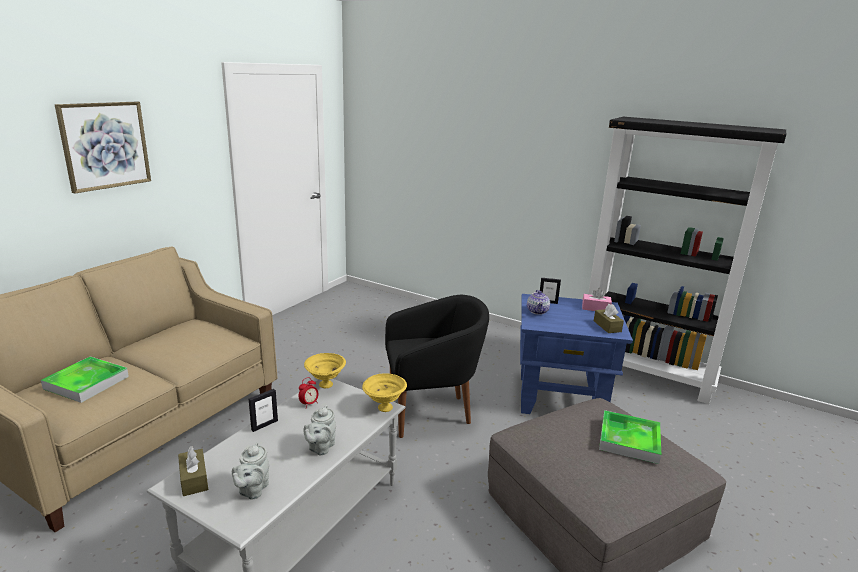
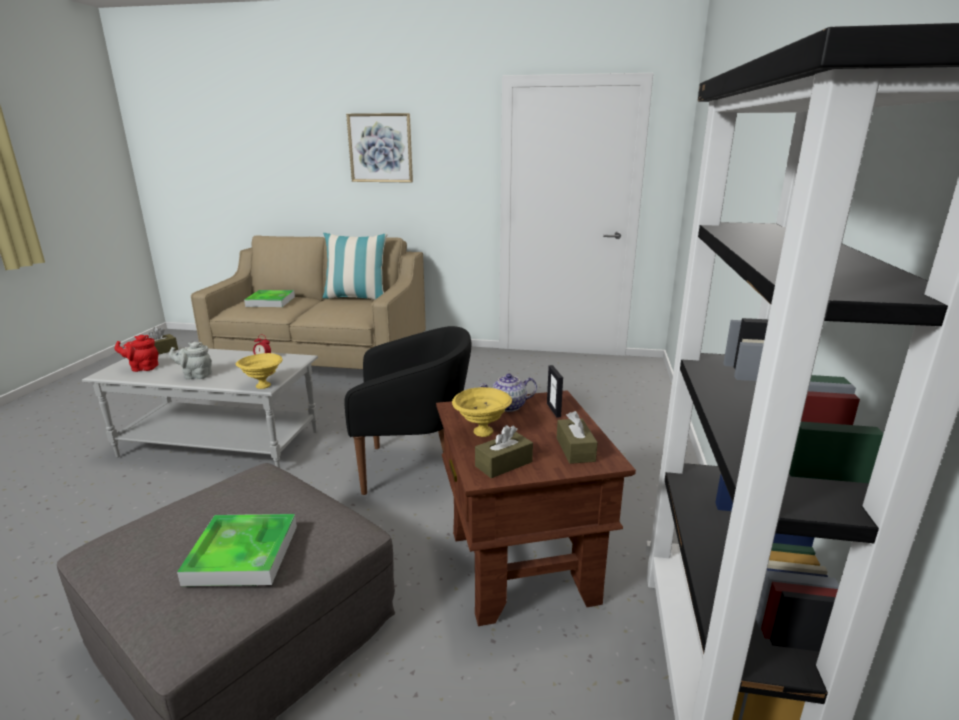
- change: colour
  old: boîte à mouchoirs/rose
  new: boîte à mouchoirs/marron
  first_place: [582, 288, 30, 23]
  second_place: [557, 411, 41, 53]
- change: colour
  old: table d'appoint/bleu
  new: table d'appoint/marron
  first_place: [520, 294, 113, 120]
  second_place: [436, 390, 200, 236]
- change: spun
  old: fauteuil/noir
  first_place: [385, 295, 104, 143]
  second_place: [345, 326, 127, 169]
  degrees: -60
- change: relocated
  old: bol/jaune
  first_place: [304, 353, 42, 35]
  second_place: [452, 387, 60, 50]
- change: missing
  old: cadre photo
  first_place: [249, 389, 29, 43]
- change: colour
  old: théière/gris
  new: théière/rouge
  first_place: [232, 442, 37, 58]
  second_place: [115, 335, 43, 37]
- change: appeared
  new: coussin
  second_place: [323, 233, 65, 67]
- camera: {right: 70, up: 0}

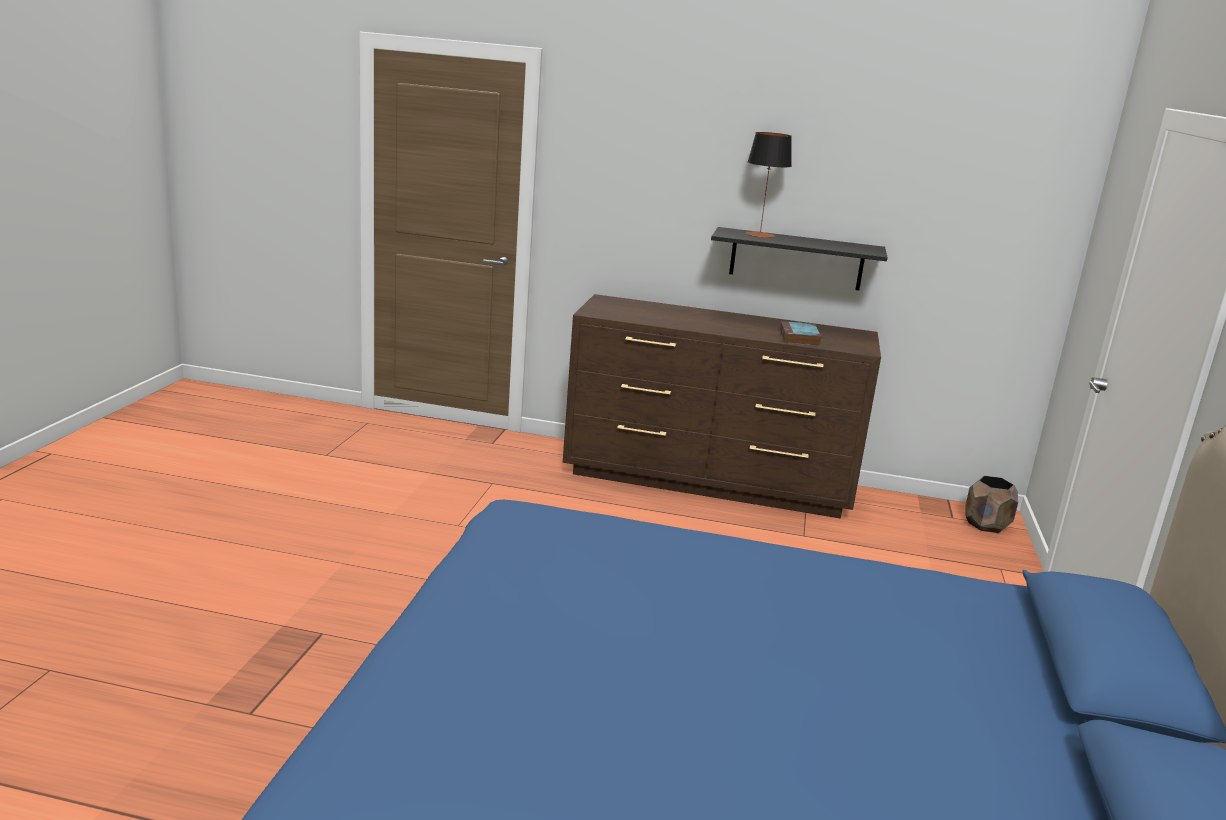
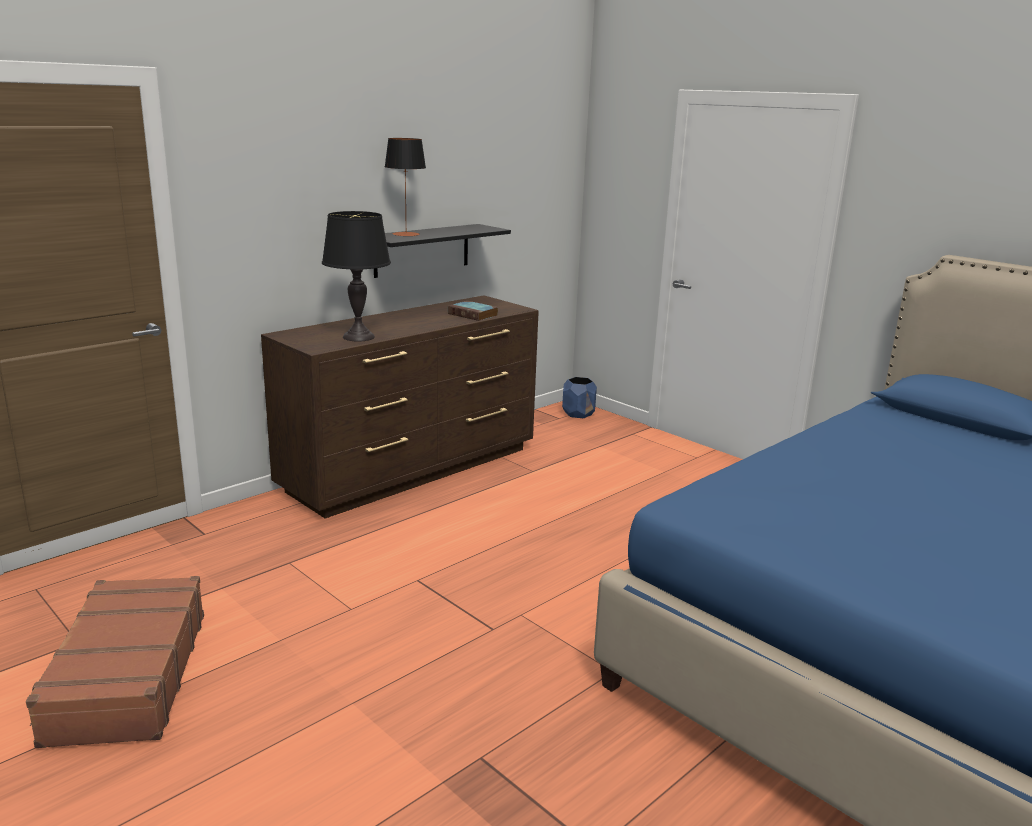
- change: colour
  old: cache-pot/marron
  new: cache-pot/bleu
  first_place: [965, 476, 53, 57]
  second_place: [562, 377, 35, 41]
- change: appeared
  new: lampe de table/noir
  second_place: [322, 211, 69, 131]
- change: appeared
  new: valise/marron
  second_place: [26, 576, 178, 172]
- camera: {right: -55, up: 0}

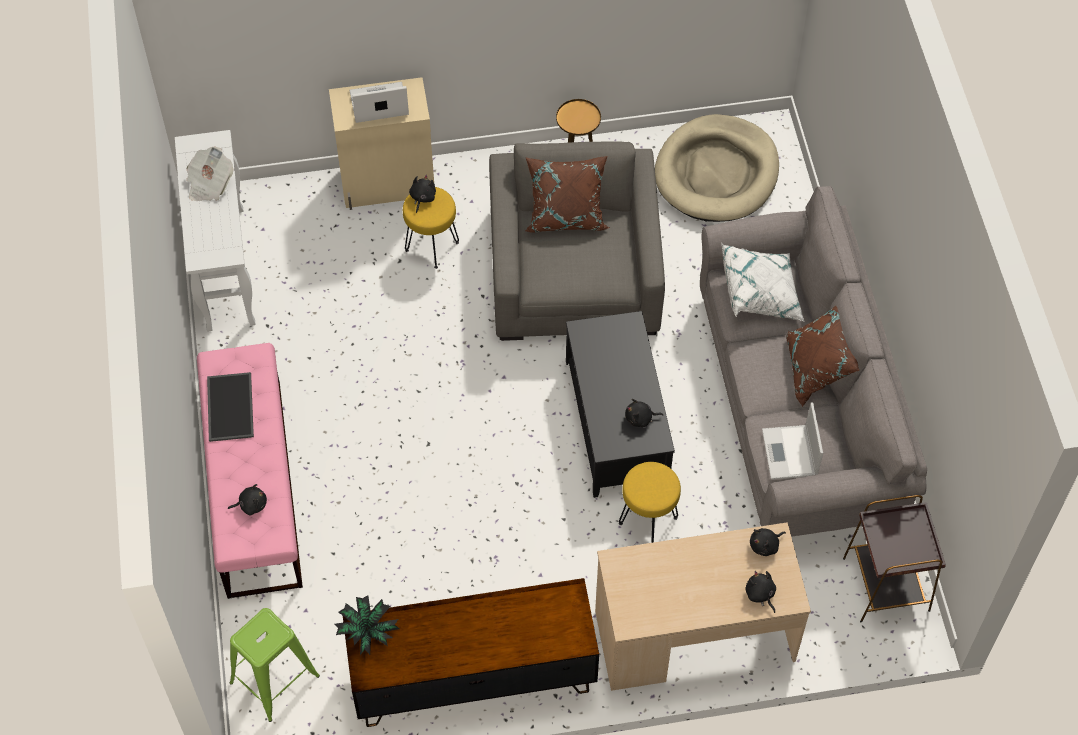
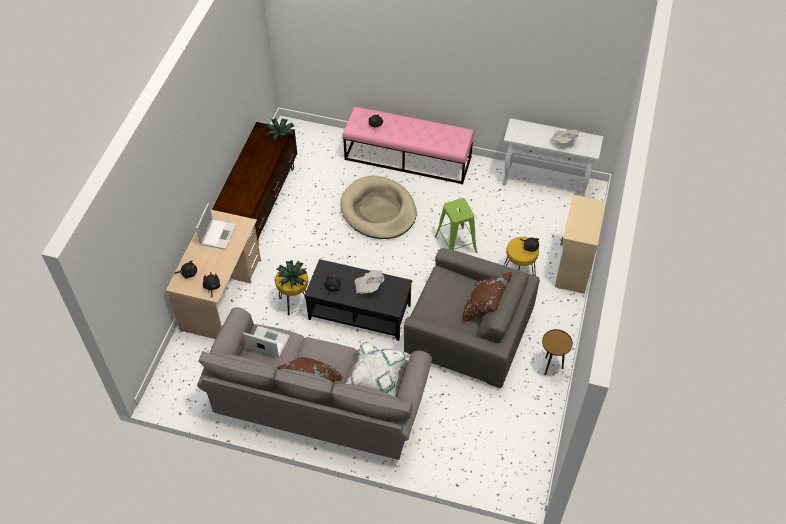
- change: relocated
  old: ordinateur portable
  first_place: [350, 82, 59, 41]
  second_place: [196, 203, 40, 47]
- change: relocated
  old: panier pour chien/beige
  first_place: [655, 114, 124, 108]
  second_place: [340, 176, 77, 63]
- change: missing
  old: plateau
  first_place: [207, 372, 47, 70]
- change: missing
  old: table d'appoint/marron
  first_place: [843, 495, 103, 127]
- change: relocated
  old: tabouret/vert
  first_place: [229, 608, 91, 114]
  second_place: [435, 198, 43, 55]
- change: appeared
  new: plante en pot
  second_place: [277, 260, 30, 28]
- change: appeared
  new: journal
  second_place: [355, 270, 29, 24]
- camera: {right: 115, up: -5}

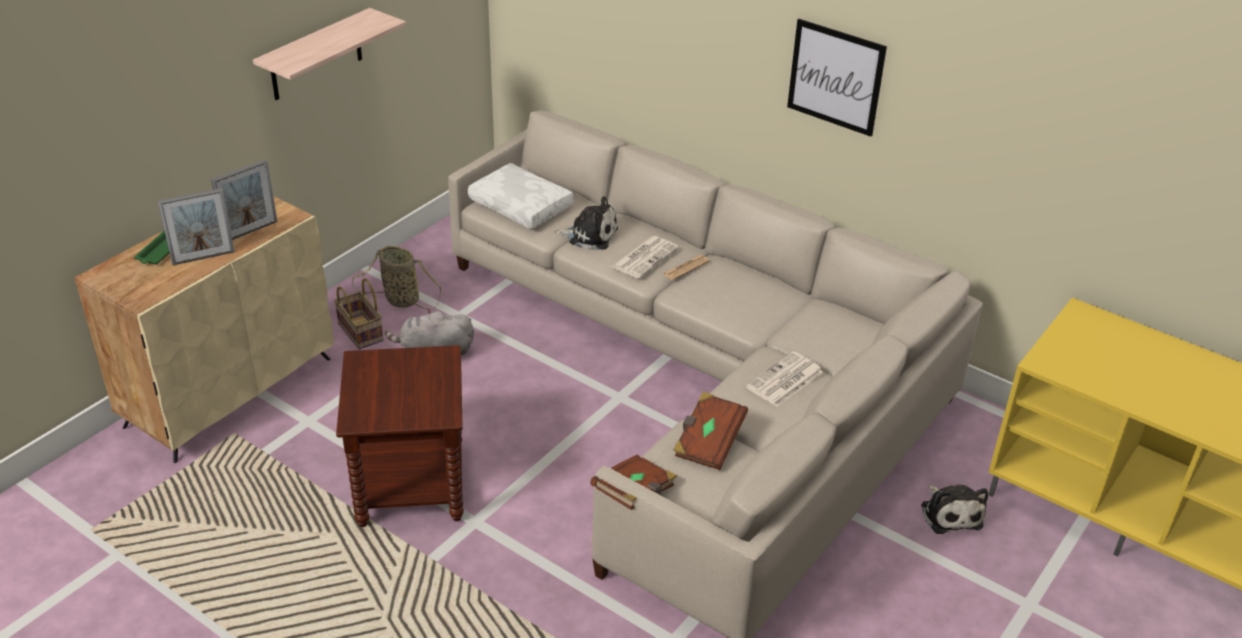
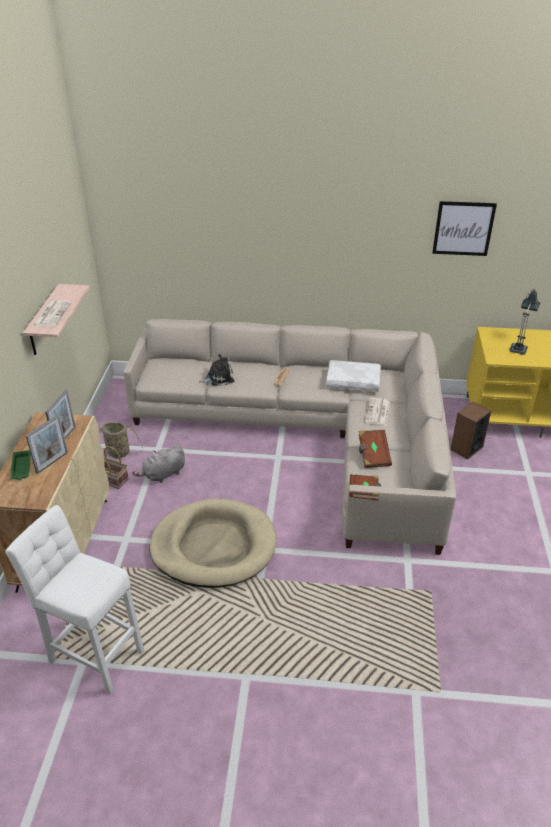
- change: relocated
  old: tableau
  first_place: [787, 19, 100, 118]
  second_place: [432, 201, 65, 55]
- change: relocated
  old: coussin/blanc
  first_place: [468, 163, 106, 66]
  second_place: [326, 360, 55, 32]
- change: relocated
  old: journal
  first_place: [611, 236, 68, 43]
  second_place: [32, 301, 39, 26]
- change: exchanged
  old: table d'appoint/marron
  new: panier pour chien/beige
  first_place: [336, 345, 128, 182]
  second_place: [149, 499, 128, 89]
- change: exchanged
  old: peluche
  new: enceinte
  first_place: [921, 485, 67, 49]
  second_place: [450, 401, 41, 58]
- change: appeared
  new: lampe de table
  second_place: [509, 289, 31, 66]
- change: appeared
  new: tabouret/blanc
  second_place: [6, 505, 138, 189]
- camera: {right: -30, up: 0}

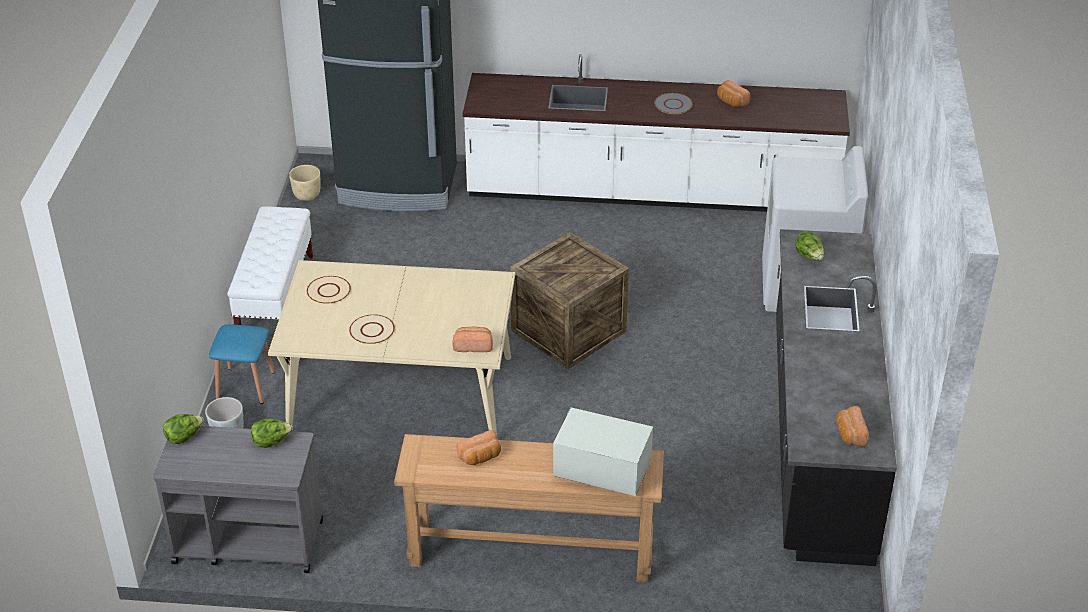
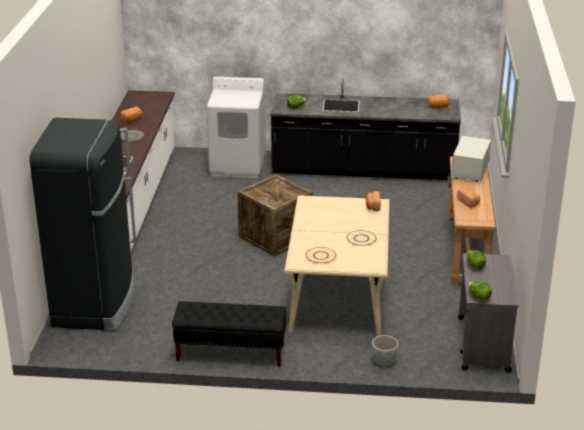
- change: missing
  old: cache-pot/beige
  first_place: [289, 165, 32, 36]
- change: colour
  old: banc/blanc
  new: banc/noir
  first_place: [227, 206, 86, 119]
  second_place: [172, 301, 114, 66]
- change: missing
  old: tabouret/bleu
  first_place: [209, 324, 66, 80]
- camera: {right: -90, up: -10}

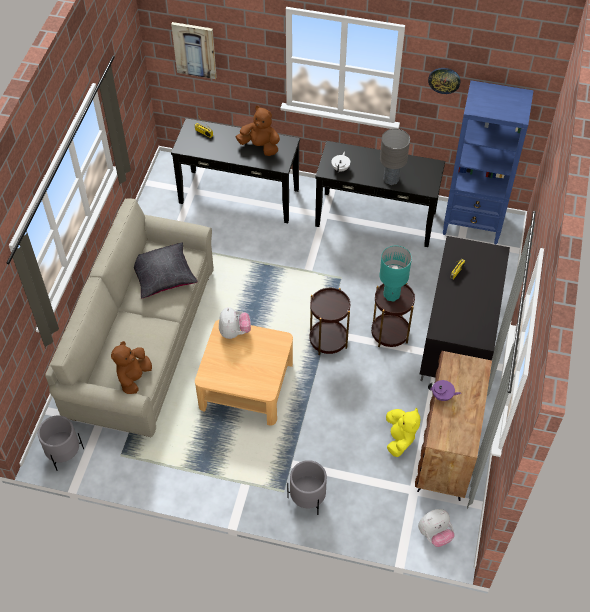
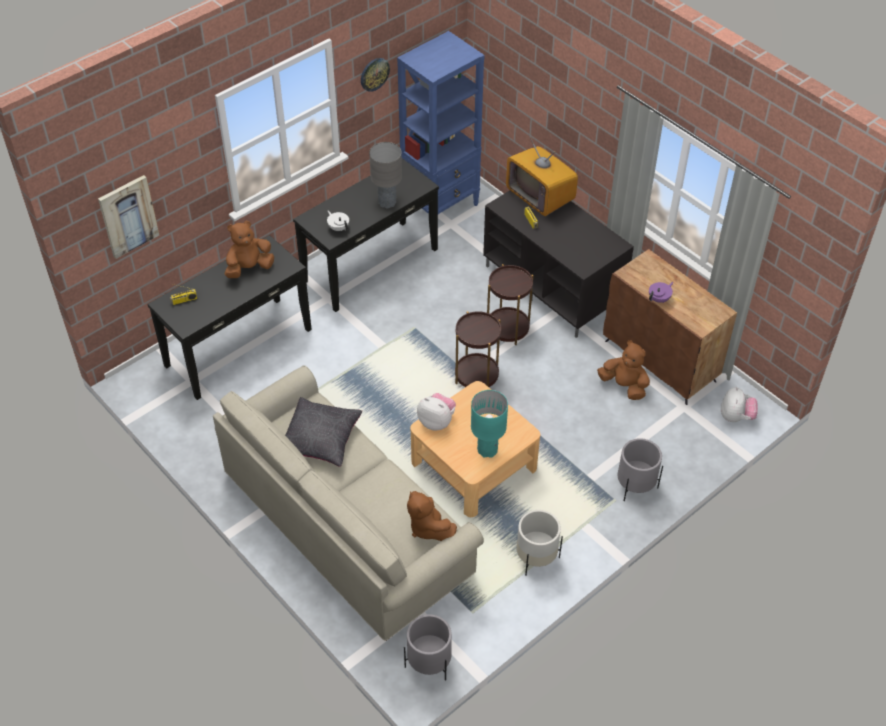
- change: relocated
  old: lampe de table/turquoise
  first_place: [379, 246, 33, 55]
  second_place: [471, 390, 37, 68]
- change: colour
  old: peluche/jaune
  new: peluche/marron
  first_place: [386, 408, 34, 49]
  second_place: [597, 340, 53, 60]
- change: appeared
  new: téléviseur
  second_place: [506, 137, 72, 79]
- change: appeared
  new: cache-pot/blanc
  second_place: [516, 510, 47, 66]
- camera: {right: -55, up: -5}

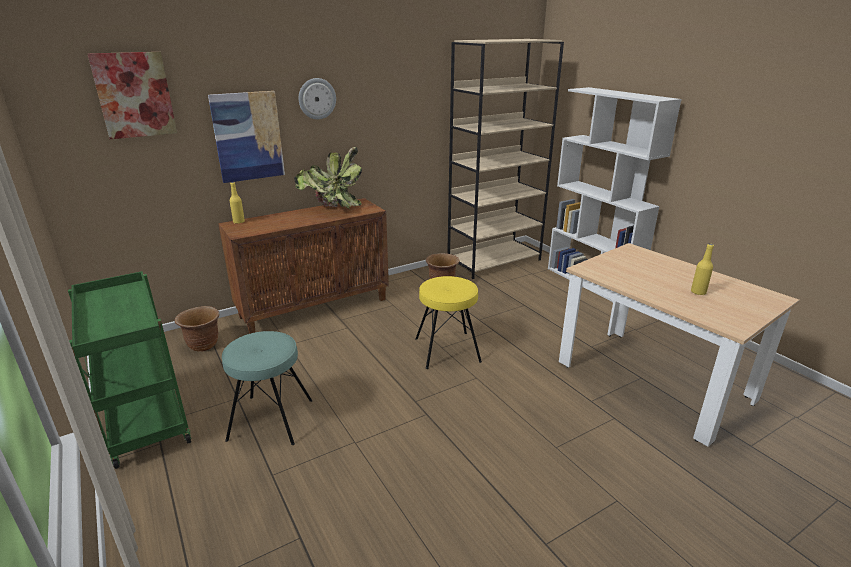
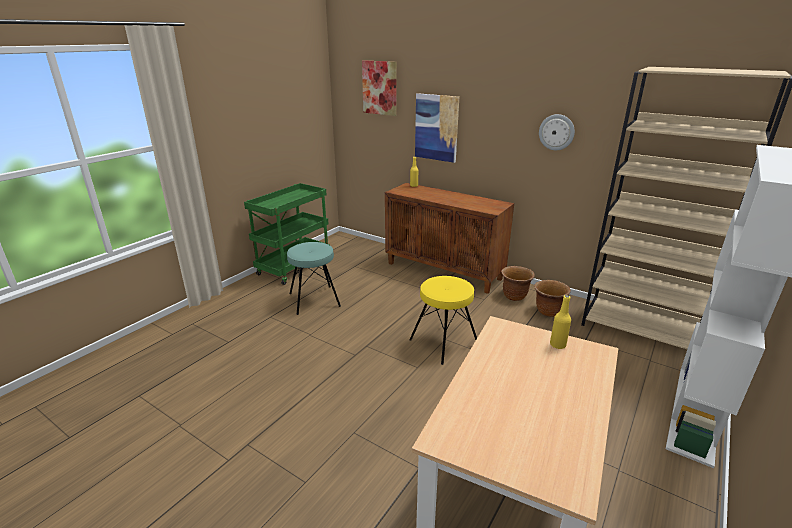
- change: relocated
  old: horloge murale
  first_place: [299, 78, 37, 41]
  second_place: [539, 114, 36, 36]
- change: missing
  old: plante en pot
  first_place: [294, 147, 68, 62]
- change: relocated
  old: bouteille/jaune
  first_place: [691, 244, 23, 51]
  second_place: [550, 295, 21, 54]
- change: relocated
  old: cache-pot/marron
  first_place: [175, 306, 44, 46]
  second_place: [501, 266, 34, 35]
- camera: {right: 65, up: 0}

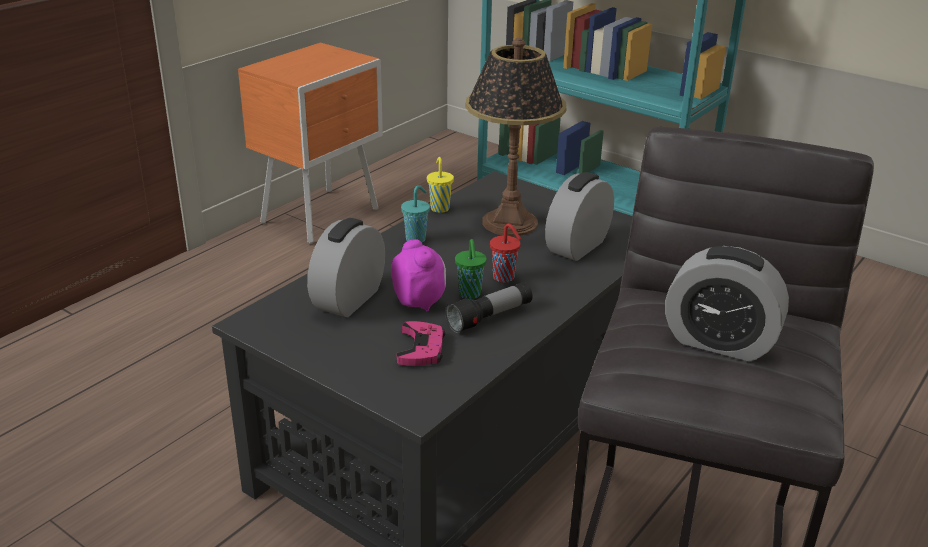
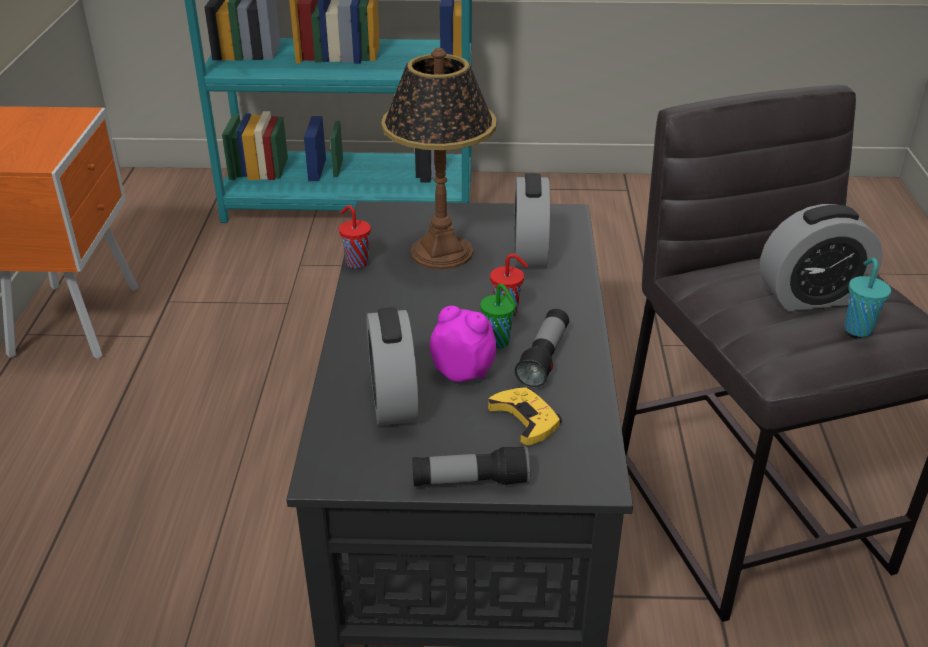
- change: colour
  old: tasse/jaune
  new: tasse/rouge
  first_place: [427, 157, 27, 56]
  second_place: [339, 205, 32, 64]
- change: relocated
  old: tasse/turquoise
  first_place: [401, 185, 29, 58]
  second_place: [844, 258, 47, 79]
- change: colour
  old: manette/rose
  new: manette/jaune
  first_place: [396, 321, 49, 45]
  second_place: [488, 387, 74, 58]
- change: appeared
  new: lampe de poche
  second_place: [412, 445, 118, 41]
- camera: {right: -35, up: 5}

